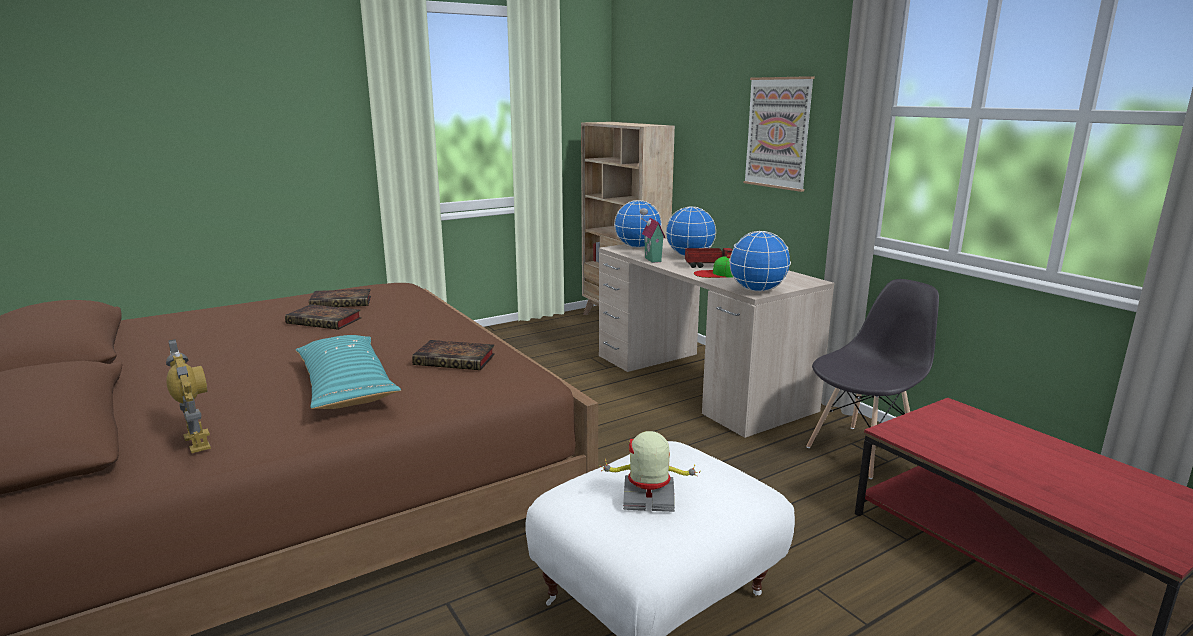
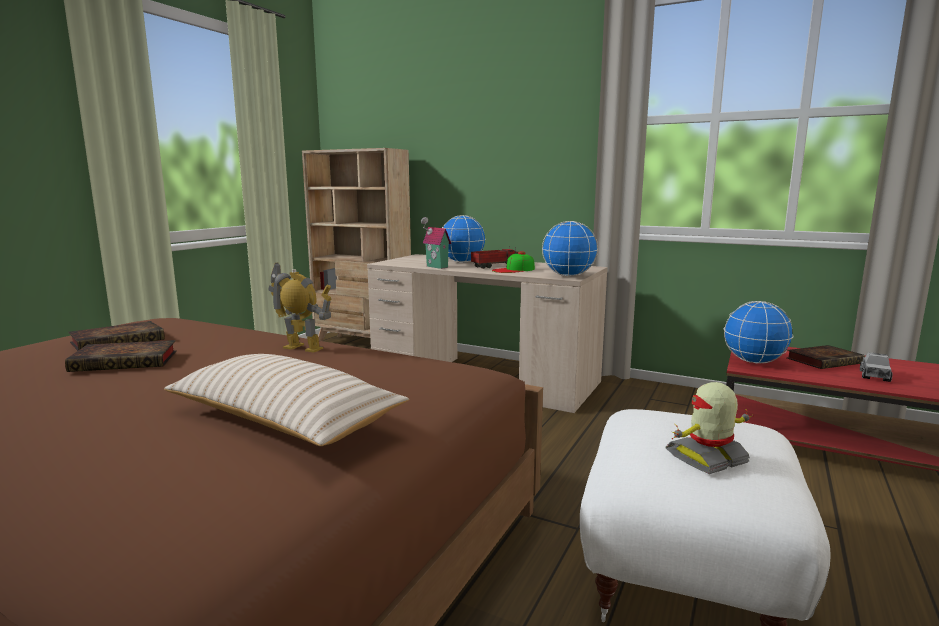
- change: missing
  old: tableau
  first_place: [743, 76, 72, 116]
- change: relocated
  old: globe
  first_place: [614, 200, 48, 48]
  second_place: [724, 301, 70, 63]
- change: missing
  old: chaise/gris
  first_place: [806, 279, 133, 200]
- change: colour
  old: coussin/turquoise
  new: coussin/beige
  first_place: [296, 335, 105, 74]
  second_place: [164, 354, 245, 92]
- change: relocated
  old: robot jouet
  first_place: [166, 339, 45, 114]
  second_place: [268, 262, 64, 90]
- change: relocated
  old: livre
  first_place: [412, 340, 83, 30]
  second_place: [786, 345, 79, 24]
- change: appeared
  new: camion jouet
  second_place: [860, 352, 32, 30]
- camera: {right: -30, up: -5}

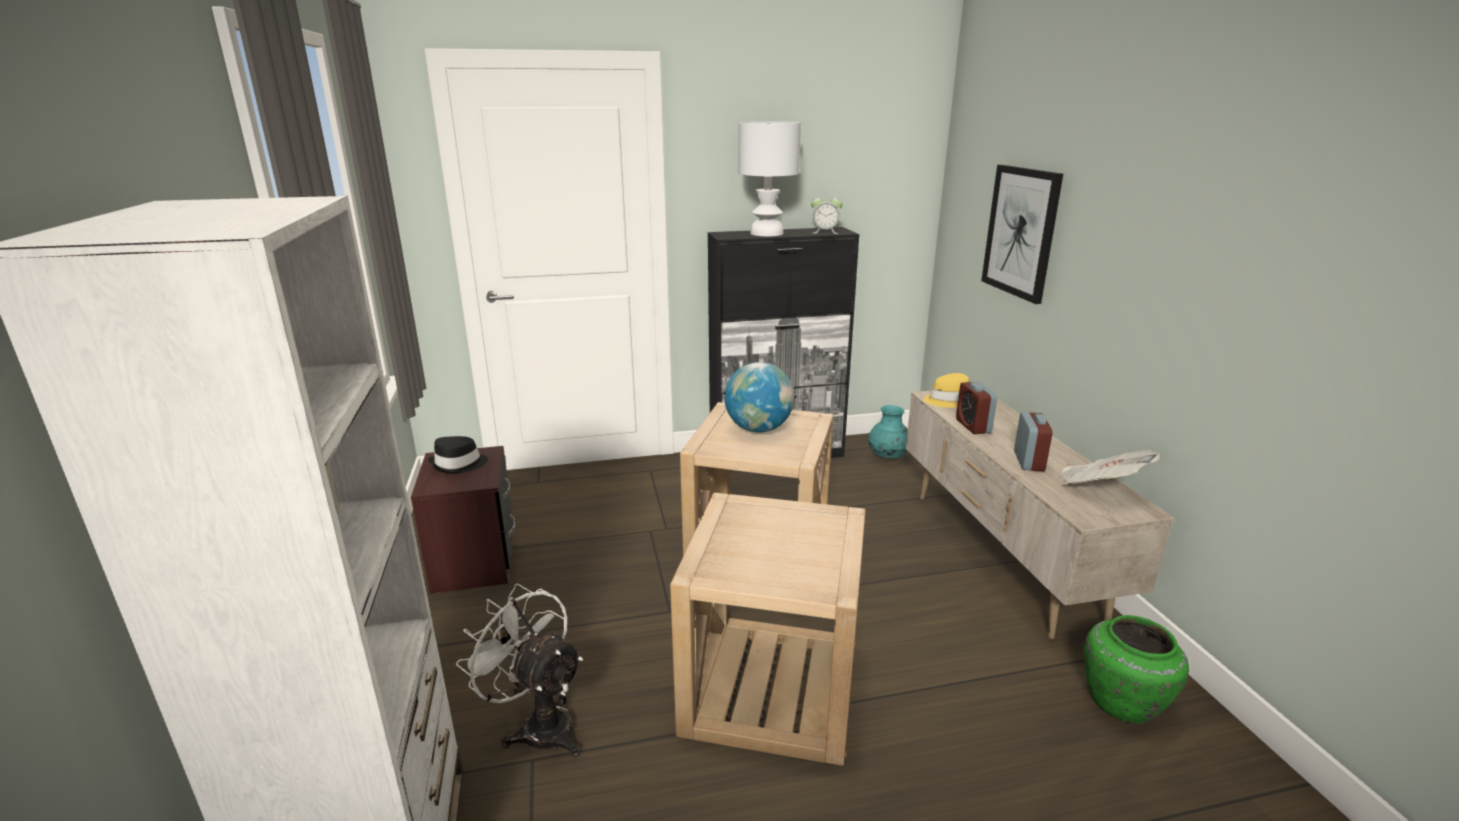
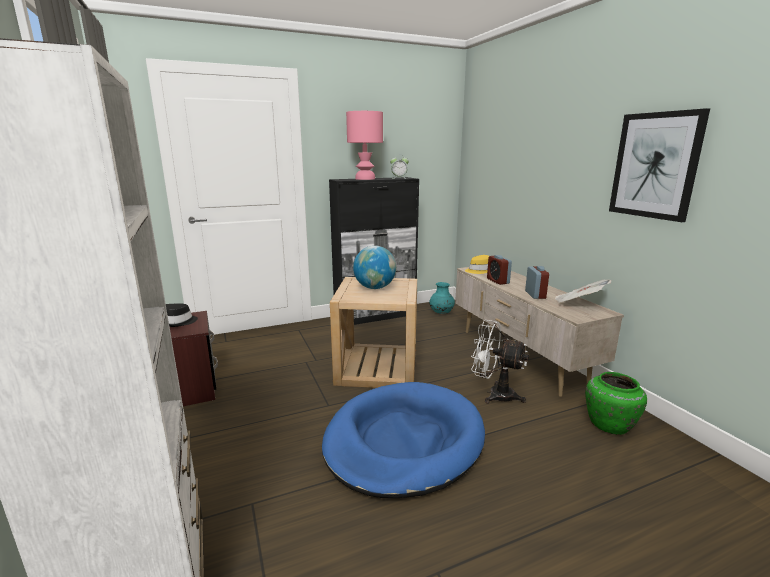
- change: colour
  old: lampe de table/blanc
  new: lampe de table/rose
  first_place: [739, 121, 62, 115]
  second_place: [346, 111, 37, 69]
- change: relocated
  old: tableau
  first_place: [981, 165, 82, 139]
  second_place: [609, 108, 101, 114]
- change: exchanged
  old: table d'appoint/beige
  new: panier pour chien/bleu
  first_place: [670, 493, 196, 273]
  second_place: [322, 382, 163, 116]
- change: relocated
  old: ventilateur/blanc
  first_place: [456, 583, 127, 174]
  second_place: [471, 320, 58, 84]
- camera: {right: -10, up: -5}

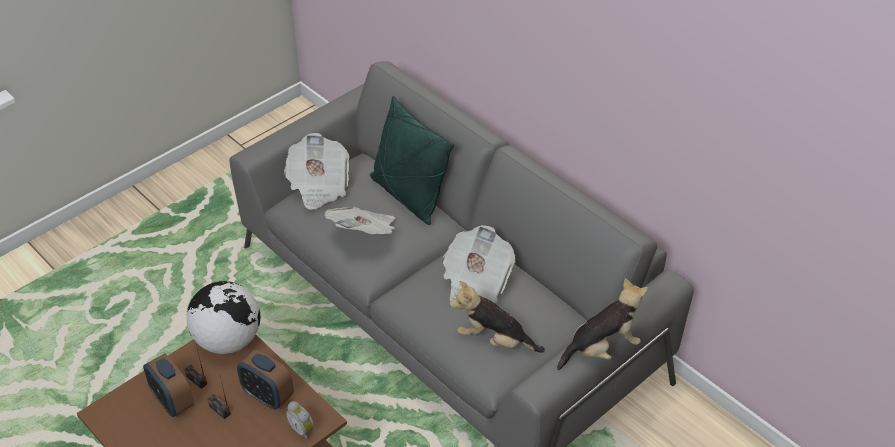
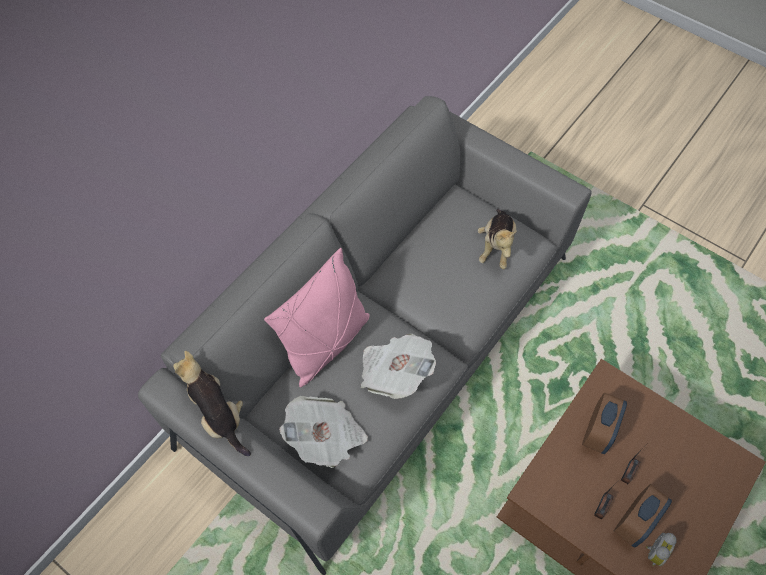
- change: colour
  old: coussin/vert
  new: coussin/rose
  first_place: [370, 96, 84, 129]
  second_place: [264, 248, 106, 139]
- change: missing
  old: journal
  first_place: [443, 225, 73, 78]
- change: relocated
  old: peluche
  first_place: [557, 278, 91, 92]
  second_place: [173, 351, 78, 105]
- change: missing
  old: globe
  first_place: [187, 281, 73, 73]
- change: relocated
  old: réveil
  first_place: [286, 401, 28, 39]
  second_place: [646, 533, 31, 33]
- camera: {right: -100, up: 15}

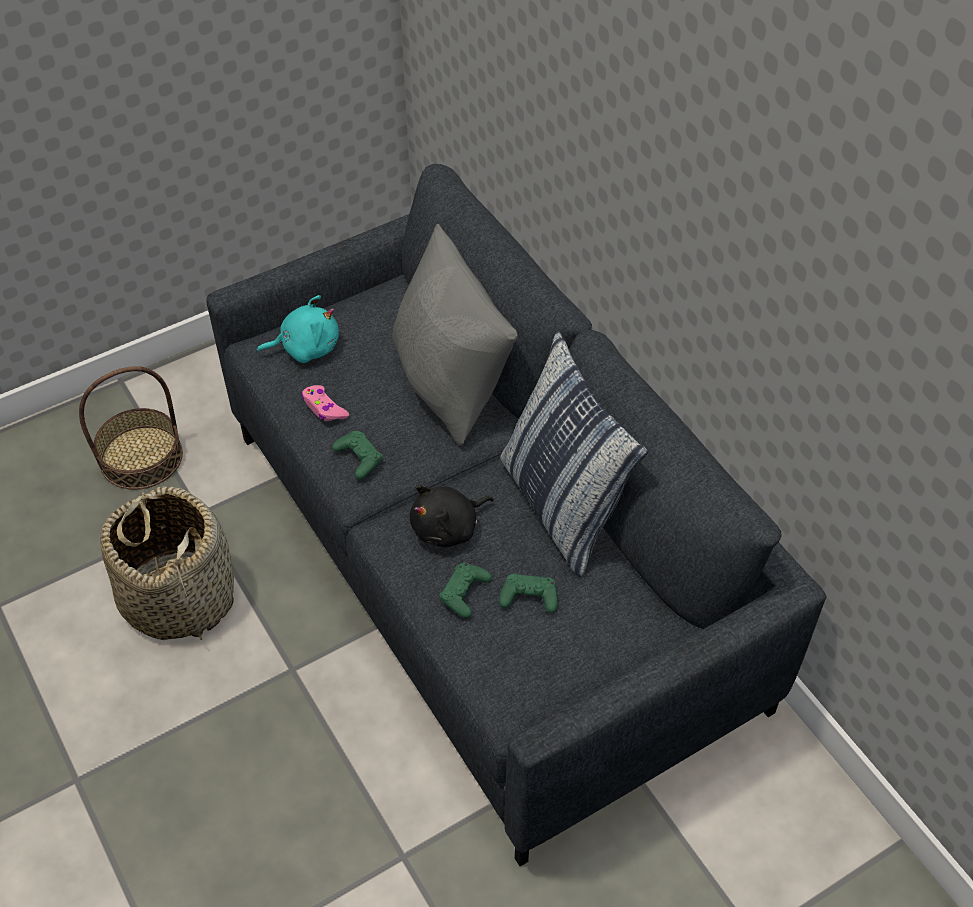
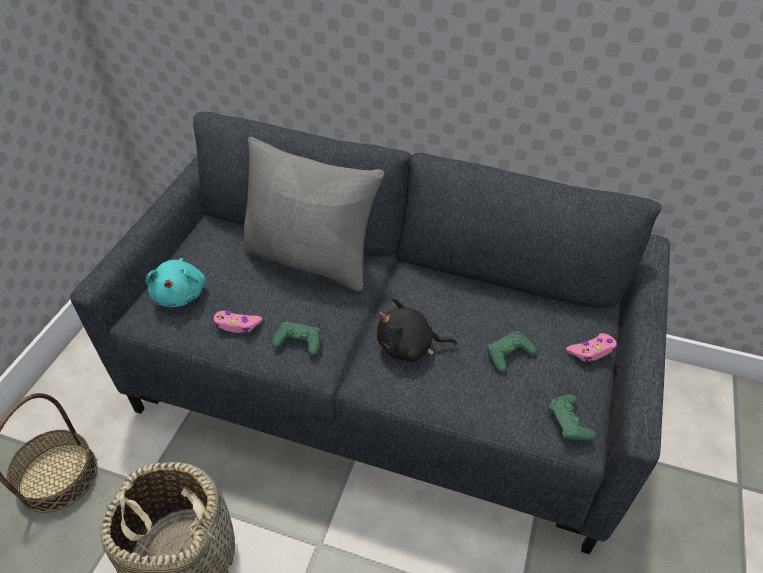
- change: spun
  old: peluche/turquoise
  first_place: [257, 295, 82, 68]
  second_place: [146, 258, 60, 49]
  degrees: 135
- change: missing
  old: coussin
  first_place: [500, 331, 148, 246]
- change: spun
  old: peluche/noir
  first_place: [410, 485, 84, 62]
  second_place: [377, 298, 80, 64]
  degrees: 75
- change: relocated
  old: manette/vert
  first_place: [439, 563, 53, 55]
  second_place: [548, 394, 48, 47]
- change: appeared
  new: manette/rose
  second_place: [566, 333, 52, 29]
- camera: {right: -40, up: -5}

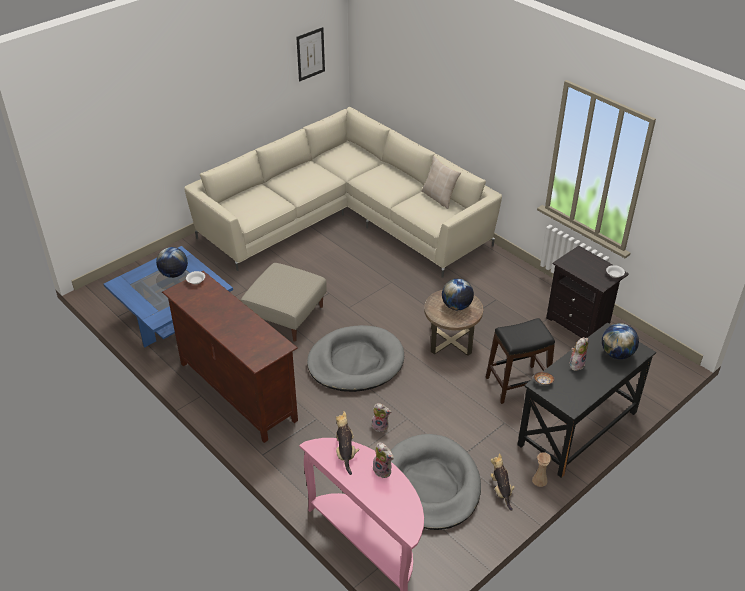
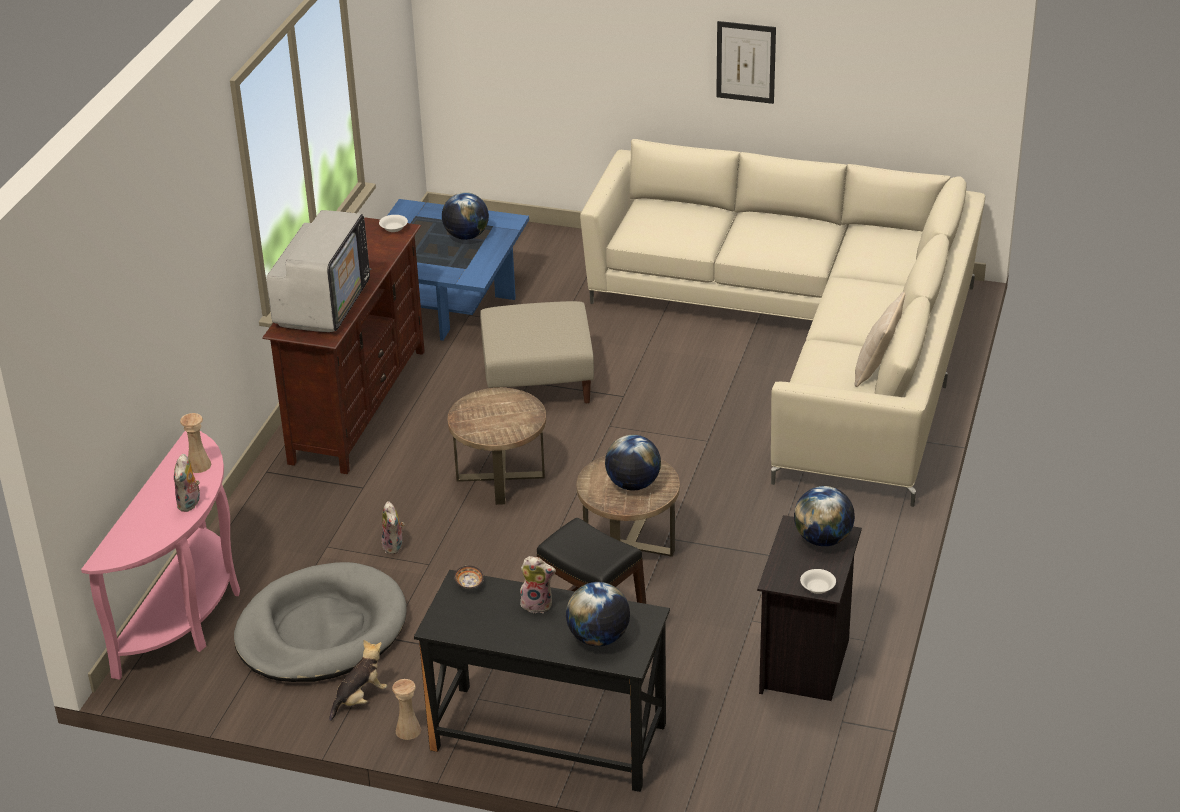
- change: relocated
  old: tableau
  first_place: [296, 27, 29, 55]
  second_place: [716, 21, 60, 83]
- change: exchanged
  old: panier pour chien/gris
  new: table d'appoint/marron
  first_place: [307, 325, 97, 67]
  second_place: [448, 388, 98, 117]
- change: exchanged
  old: peluche
  new: vase/beige
  first_place: [336, 411, 23, 64]
  second_place: [180, 413, 31, 60]
- change: appeared
  new: téléviseur
  second_place: [266, 210, 105, 122]
- change: appeared
  new: globe
  second_place: [794, 486, 61, 60]
- camera: {right: 60, up: -5}

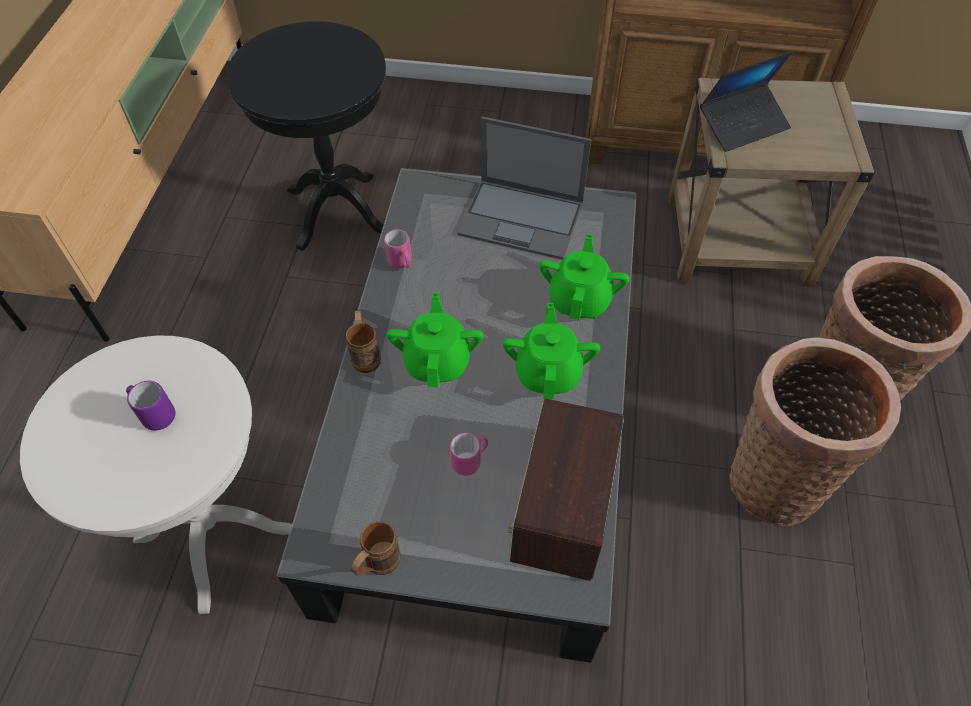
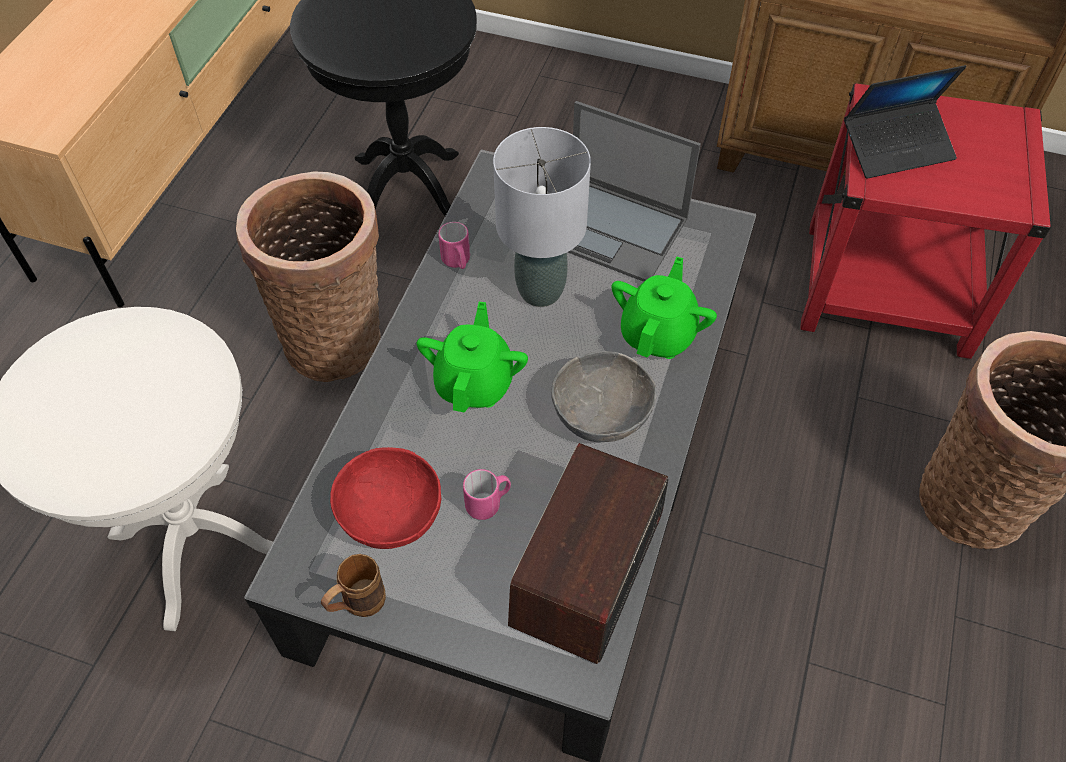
- change: colour
  old: table d'appoint/beige
  new: table d'appoint/rouge
  first_place: [668, 78, 207, 209]
  second_place: [800, 83, 252, 276]
- change: exchanged
  old: théière/vert
  new: bol/gris
  first_place: [503, 303, 97, 96]
  second_place: [551, 351, 106, 91]
- change: missing
  old: mug/marron
  first_place: [346, 310, 35, 63]
- change: relocated
  old: panier
  first_place: [729, 337, 172, 190]
  second_place: [236, 171, 145, 211]
- change: missing
  old: mug/violet
  first_place: [126, 381, 50, 49]
- change: appeared
  new: lampe de table/gris
  second_place: [493, 127, 98, 180]
- change: appeared
  new: bol/rouge
  second_place: [330, 447, 111, 102]
- camera: {right: 10, up: 0}

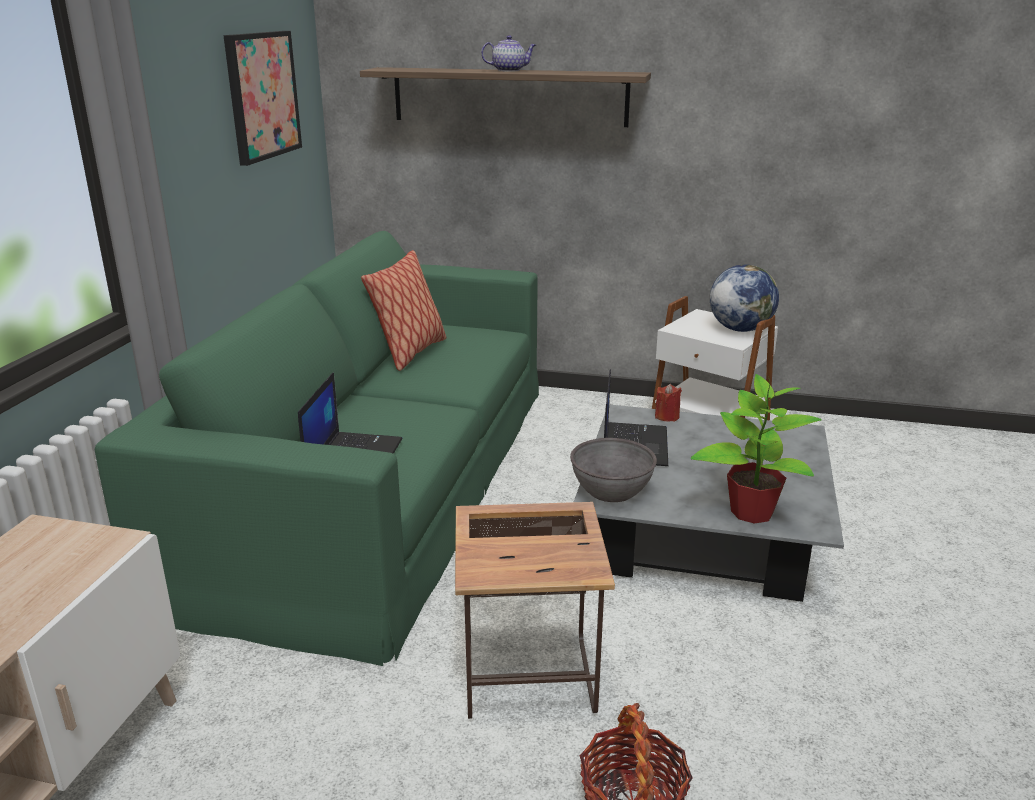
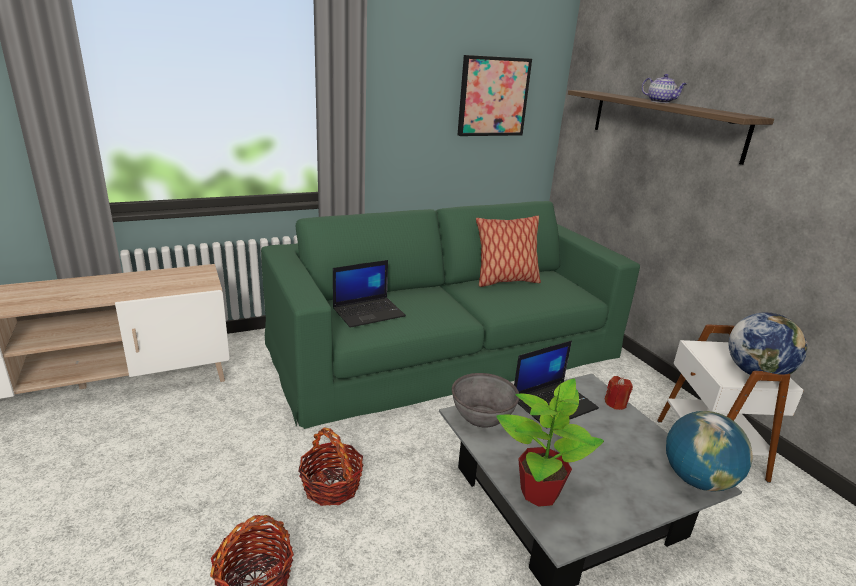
- change: exchanged
  old: table d'appoint
  new: panier
  first_place: [455, 502, 160, 217]
  second_place: [298, 427, 66, 79]
- change: appeared
  new: globe
  second_place: [666, 411, 87, 80]
- camera: {right: 50, up: 0}

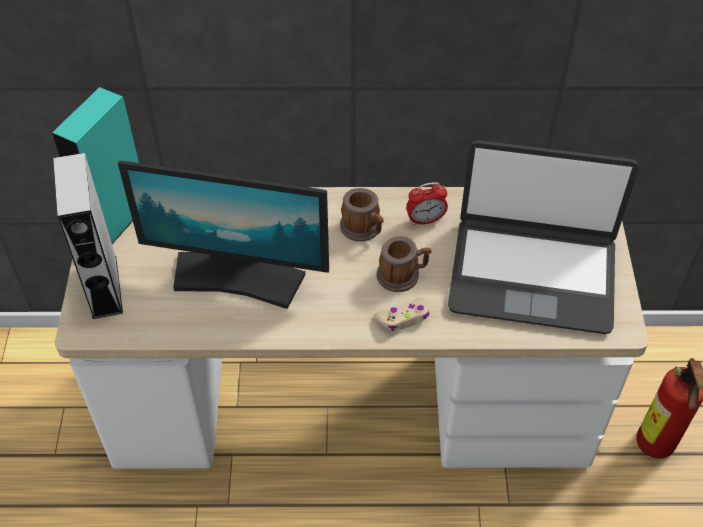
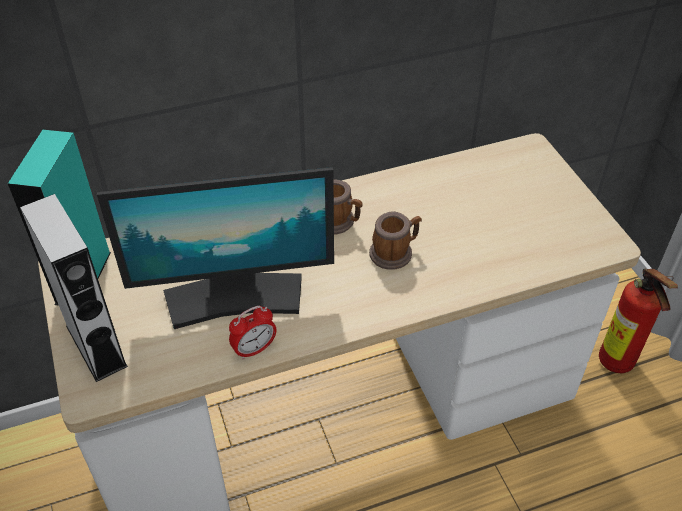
- change: missing
  old: ordinateur portable
  first_place: [448, 140, 191, 194]
- change: relocated
  old: réveil
  first_place: [406, 182, 42, 44]
  second_place: [229, 306, 47, 54]
- change: missing
  old: manette/beige
  first_place: [374, 298, 56, 33]
- camera: {right: -20, up: -5}

